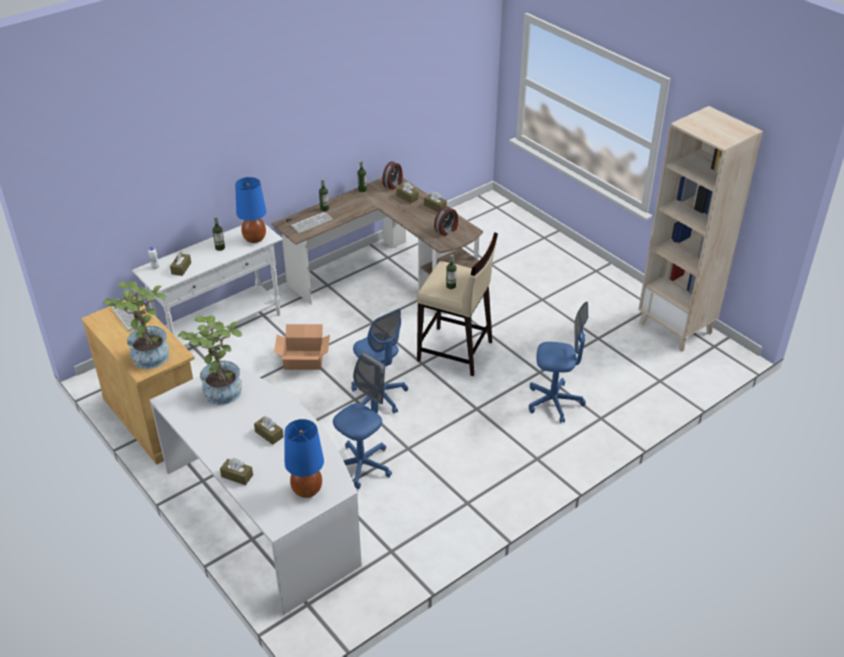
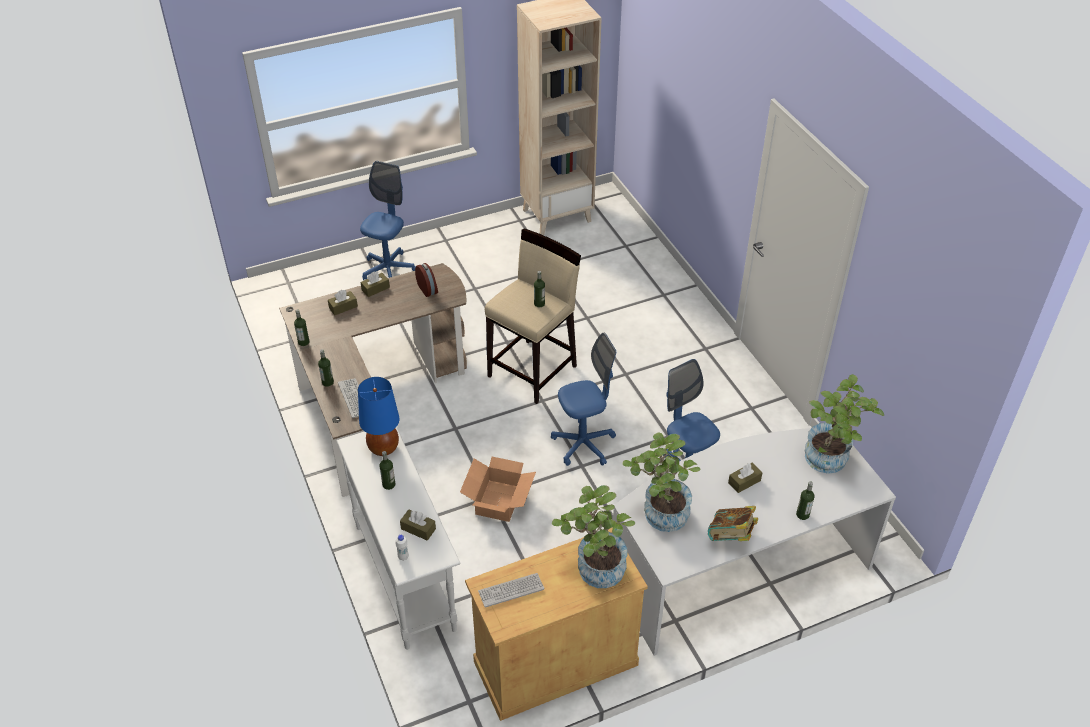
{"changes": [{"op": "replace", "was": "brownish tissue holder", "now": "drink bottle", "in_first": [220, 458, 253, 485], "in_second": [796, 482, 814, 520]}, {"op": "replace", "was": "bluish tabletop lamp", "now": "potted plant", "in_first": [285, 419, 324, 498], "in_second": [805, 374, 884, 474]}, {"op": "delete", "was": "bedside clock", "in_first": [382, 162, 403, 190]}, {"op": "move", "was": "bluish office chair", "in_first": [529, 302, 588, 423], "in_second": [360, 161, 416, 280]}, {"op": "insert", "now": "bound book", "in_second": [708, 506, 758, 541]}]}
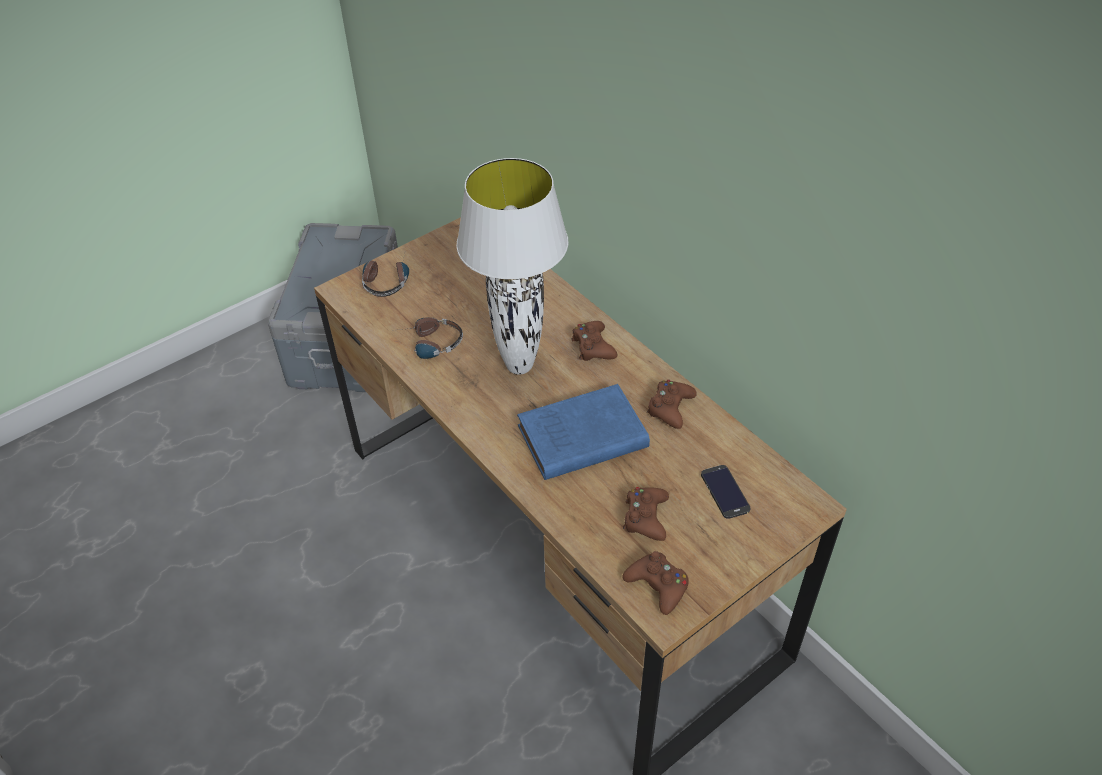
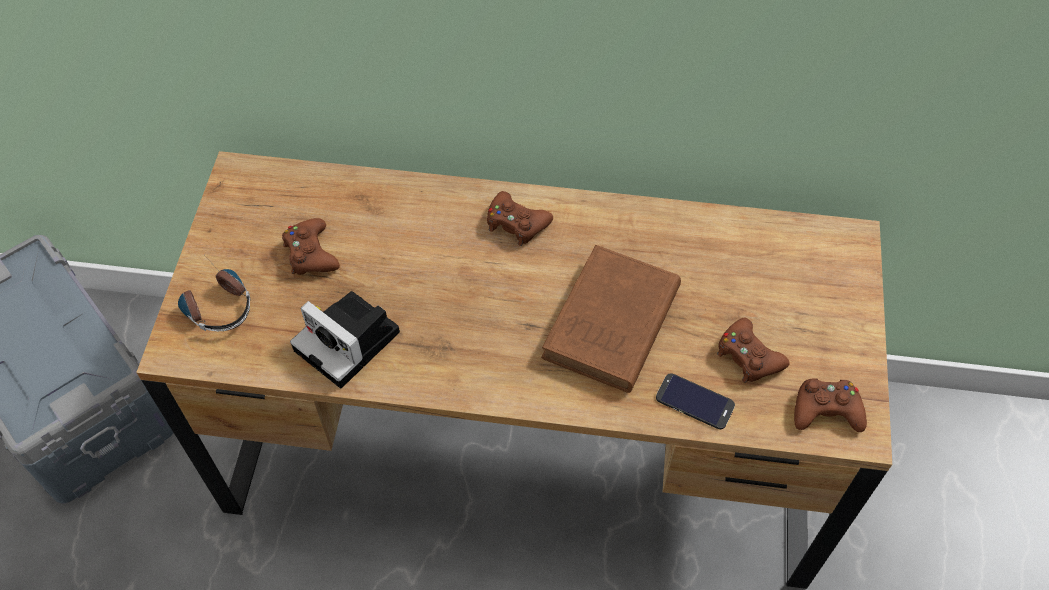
{"changes": [{"op": "replace", "was": "headset", "now": "photo camera", "in_first": [392, 317, 463, 359], "in_second": [290, 291, 400, 388]}, {"op": "delete", "was": "white-coloured tabletop lamp", "in_first": [456, 158, 568, 375]}, {"op": "recolor", "was": "bluish bound book", "now": "brownish bound book", "in_first": [517, 384, 650, 480], "in_second": [541, 245, 681, 393]}, {"op": "move", "was": "brownish joypad", "in_first": [647, 380, 697, 429], "in_second": [282, 218, 340, 275]}, {"op": "move", "was": "telephone", "in_first": [701, 465, 750, 519], "in_second": [656, 373, 735, 429]}]}
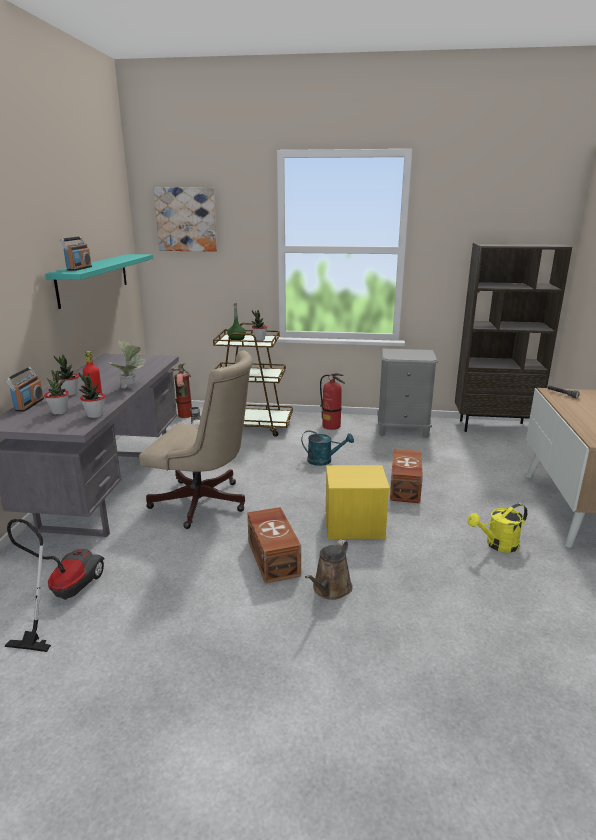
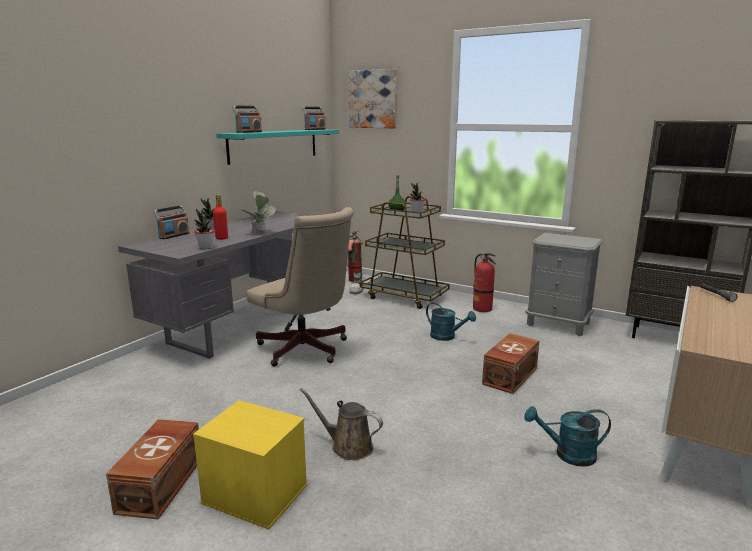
{"changes": [{"op": "delete", "was": "hoover", "in_first": [4, 519, 105, 652]}, {"op": "delete", "was": "potted plant", "in_first": [44, 370, 69, 415]}, {"op": "move", "was": "brownish storage bin", "in_first": [247, 507, 301, 584], "in_second": [106, 419, 199, 519]}, {"op": "rotate", "was": "brownish sprinkling can", "in_first": [305, 539, 353, 600], "in_second": [299, 388, 383, 460], "clockwise": 60}, {"op": "move", "was": "yellowish storage bin", "in_first": [325, 465, 390, 539], "in_second": [193, 400, 308, 530]}, {"op": "recolor", "was": "yellowish sprinkling can", "now": "blue-green sprinkling can", "in_first": [467, 504, 528, 553], "in_second": [524, 406, 611, 467]}, {"op": "insert", "now": "radio", "in_second": [302, 107, 326, 130]}]}
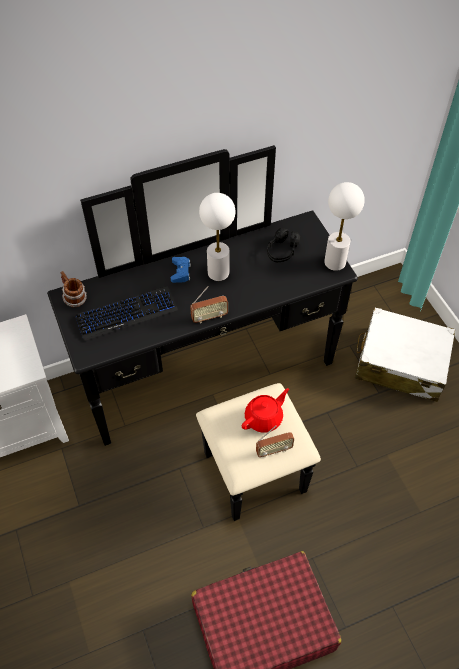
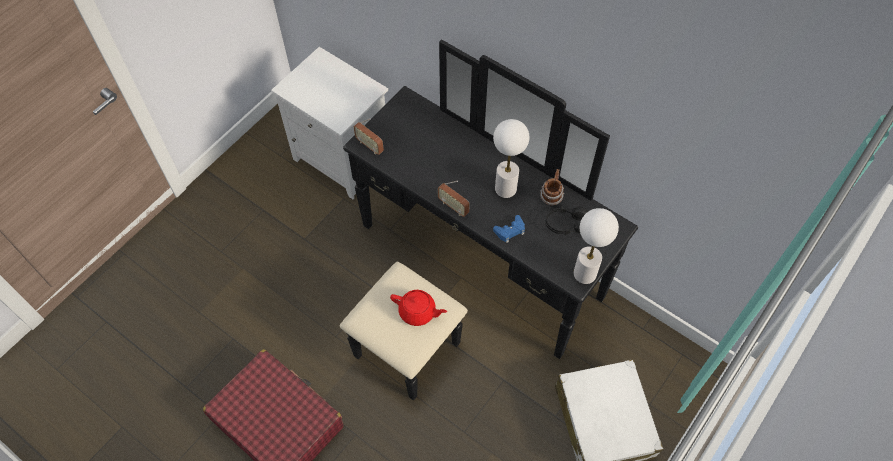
{"changes": [{"op": "move", "was": "tea mug", "in_first": [61, 271, 87, 307], "in_second": [540, 169, 564, 206]}, {"op": "delete", "was": "computer keyboard", "in_first": [75, 286, 178, 341]}, {"op": "move", "was": "bluish joypad", "in_first": [171, 257, 191, 283], "in_second": [493, 215, 525, 243]}, {"op": "move", "was": "radio", "in_first": [256, 426, 294, 458], "in_second": [354, 119, 384, 155]}]}
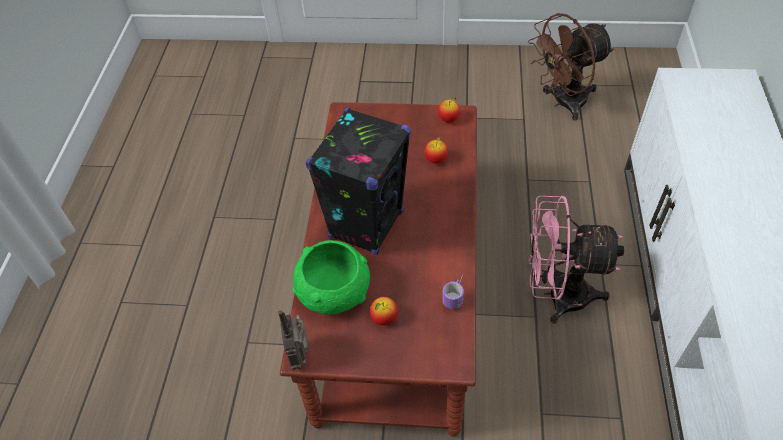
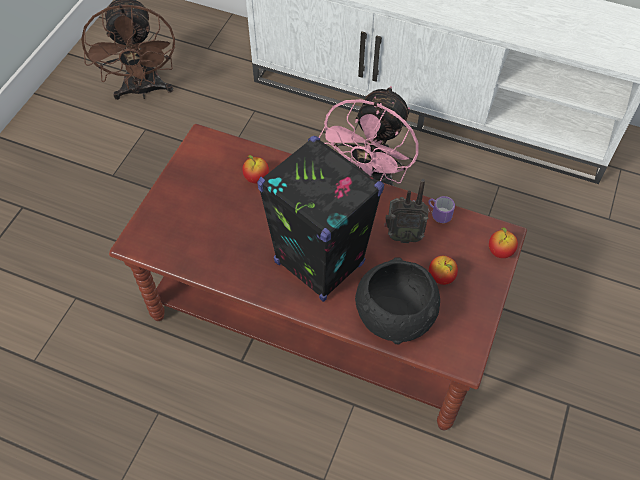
{"changes": [{"op": "move", "was": "radio", "in_first": [278, 310, 309, 370], "in_second": [384, 179, 428, 243]}, {"op": "recolor", "was": "green serving bowl", "now": "black-coloured serving bowl", "in_first": [293, 240, 370, 315], "in_second": [355, 258, 440, 344]}, {"op": "move", "was": "whole apple", "in_first": [438, 97, 460, 123], "in_second": [489, 227, 518, 258]}]}
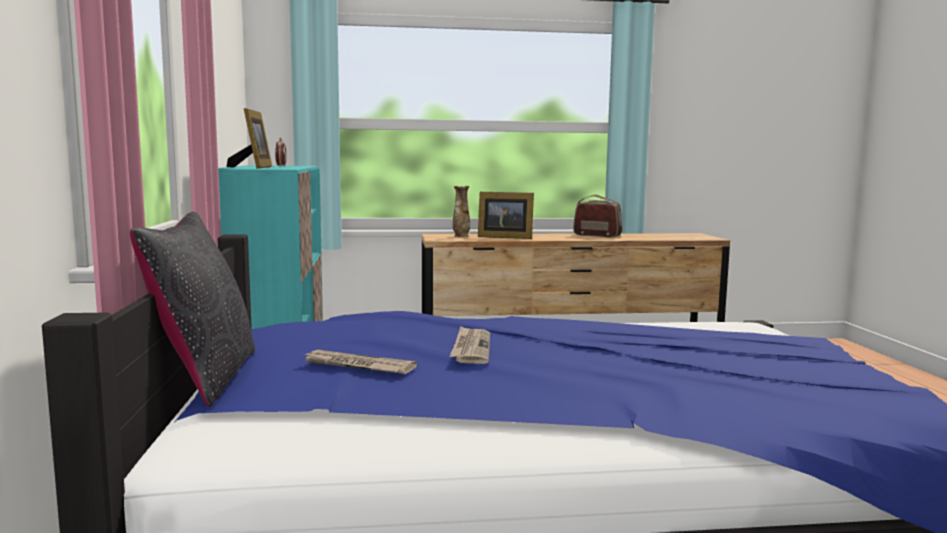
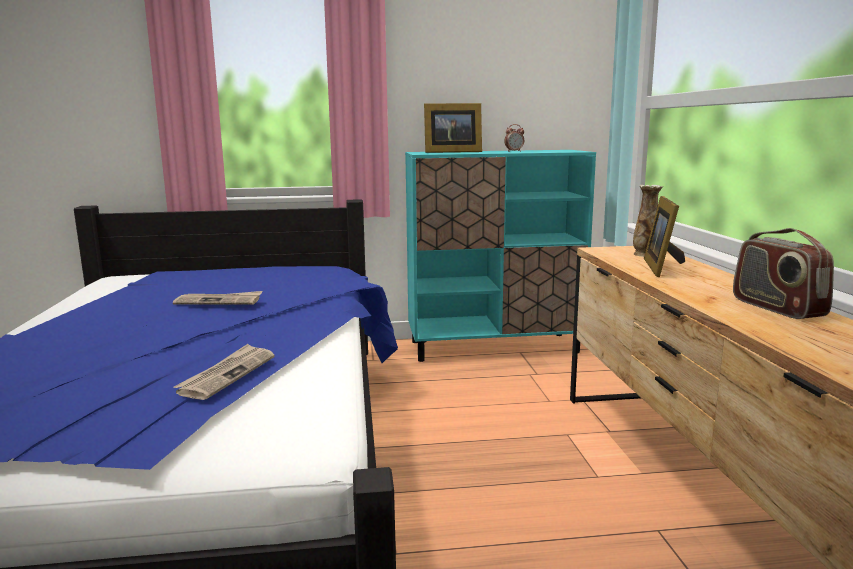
{"changes": [{"op": "delete", "was": "black-coloured pillow", "in_first": [130, 212, 255, 407]}, {"op": "move", "was": "newspaper", "in_first": [301, 350, 417, 374], "in_second": [174, 344, 274, 400]}, {"op": "rotate", "was": "radio", "in_first": [573, 194, 622, 237], "in_second": [733, 228, 834, 319], "clockwise": 135}]}
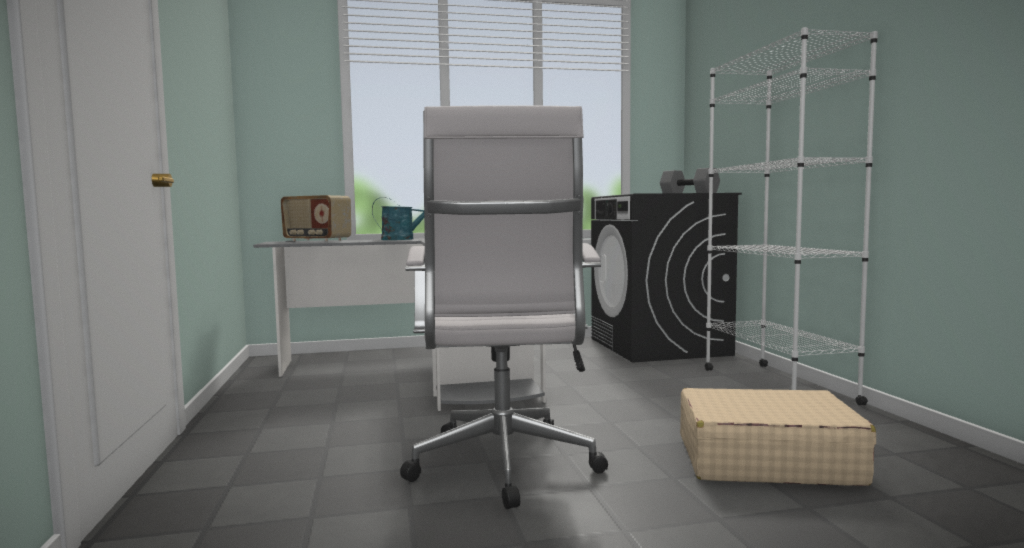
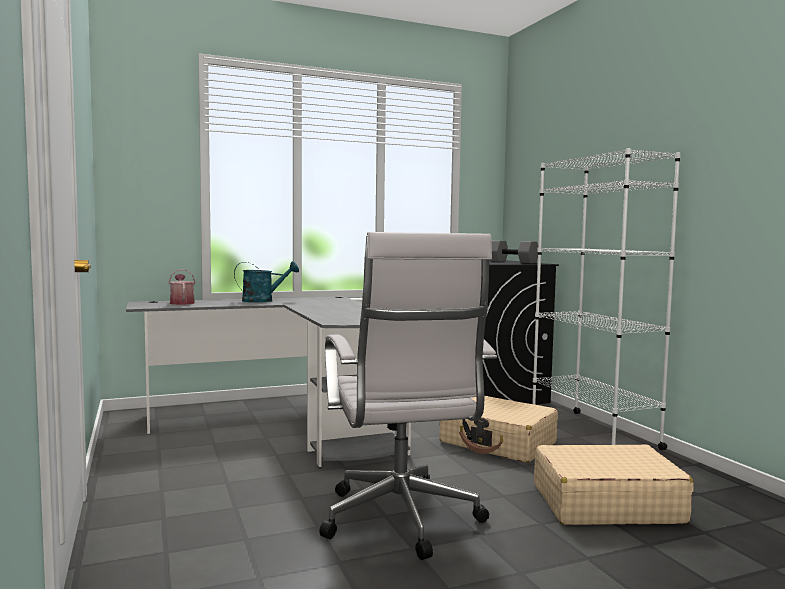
{"changes": [{"op": "replace", "was": "radio", "now": "sprinkling can", "in_first": [281, 195, 351, 242], "in_second": [168, 270, 196, 305]}, {"op": "insert", "now": "beige suitcase", "in_second": [439, 396, 558, 463]}]}
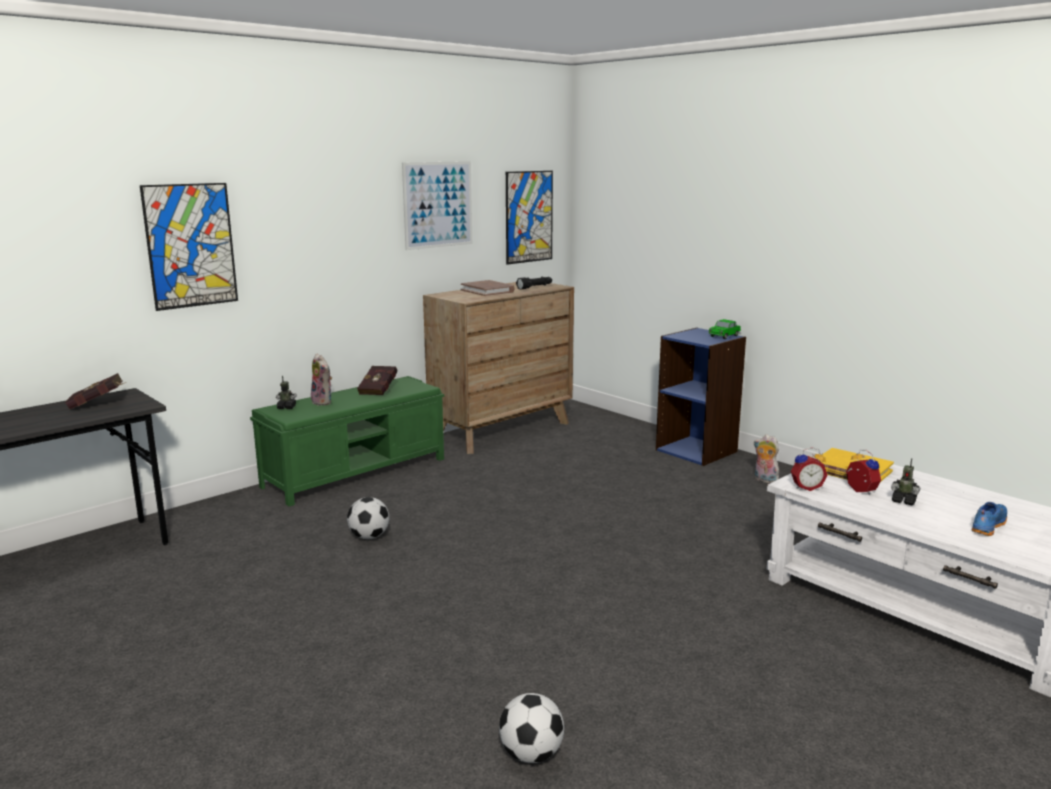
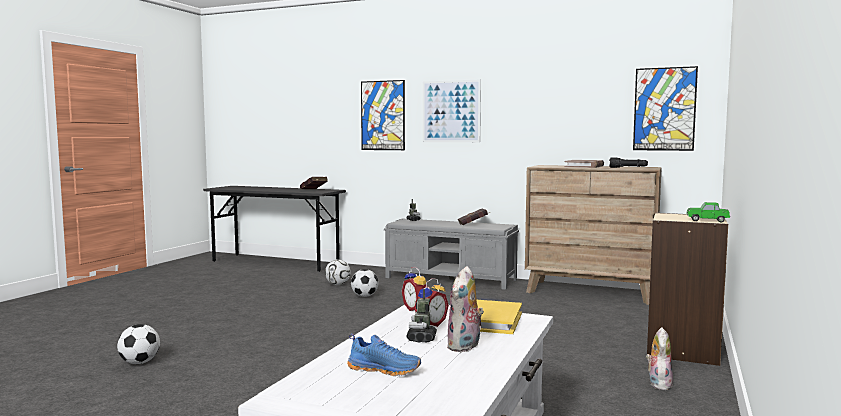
{"changes": [{"op": "recolor", "was": "green bench", "now": "greyish bench", "in_first": [250, 376, 444, 506], "in_second": [384, 218, 519, 290]}, {"op": "move", "was": "cuddly toy", "in_first": [311, 354, 332, 406], "in_second": [447, 266, 486, 352]}, {"op": "move", "was": "wall picture", "in_first": [402, 161, 472, 250], "in_second": [423, 79, 481, 142]}, {"op": "recolor", "was": "bluish bookshelf", "now": "beige bookshelf", "in_first": [656, 328, 746, 466], "in_second": [647, 213, 728, 366]}, {"op": "insert", "now": "football ball", "in_second": [325, 260, 351, 285]}]}
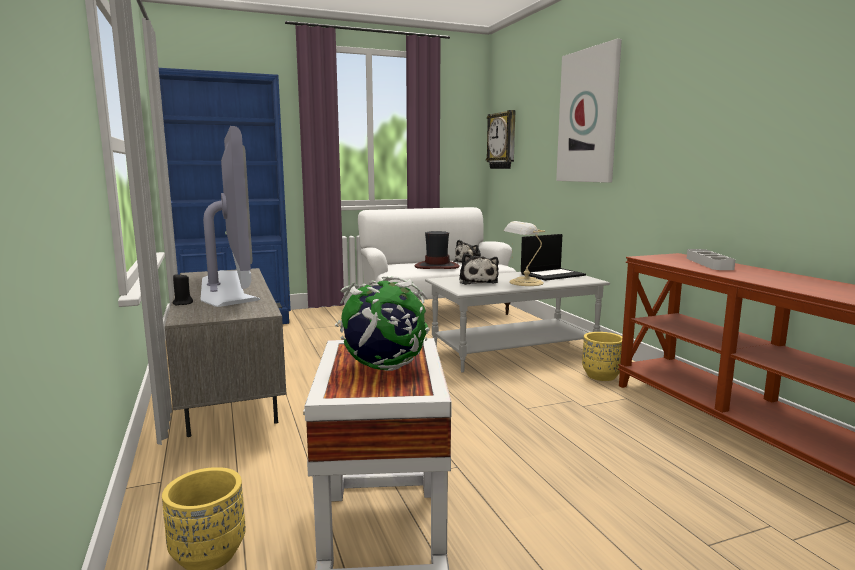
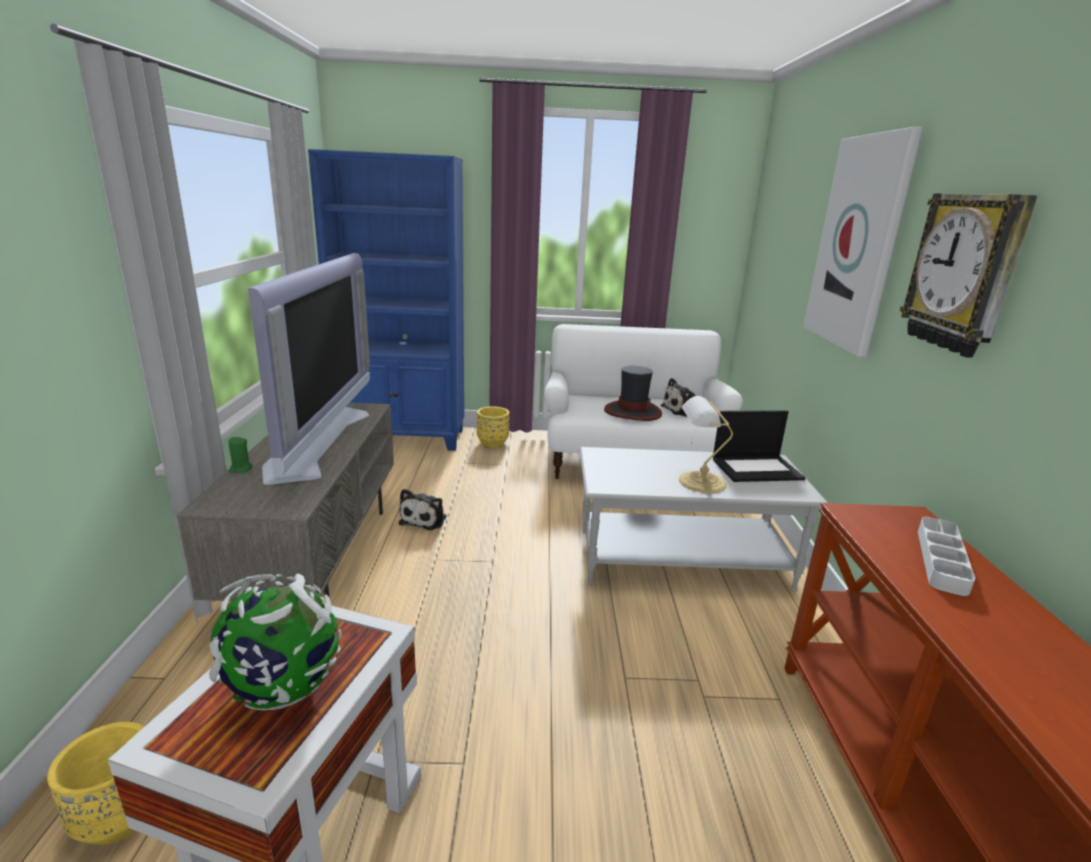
{"changes": [{"op": "recolor", "was": "black-coloured wax candle", "now": "green wax candle", "in_first": [173, 273, 193, 306], "in_second": [228, 437, 253, 473]}, {"op": "move", "was": "cuddly toy", "in_first": [459, 253, 499, 285], "in_second": [399, 489, 447, 530]}, {"op": "move", "was": "hanging clock", "in_first": [486, 110, 515, 169], "in_second": [900, 193, 1037, 357]}, {"op": "move", "was": "yellowish flower pot", "in_first": [582, 332, 622, 381], "in_second": [477, 406, 509, 447]}]}
